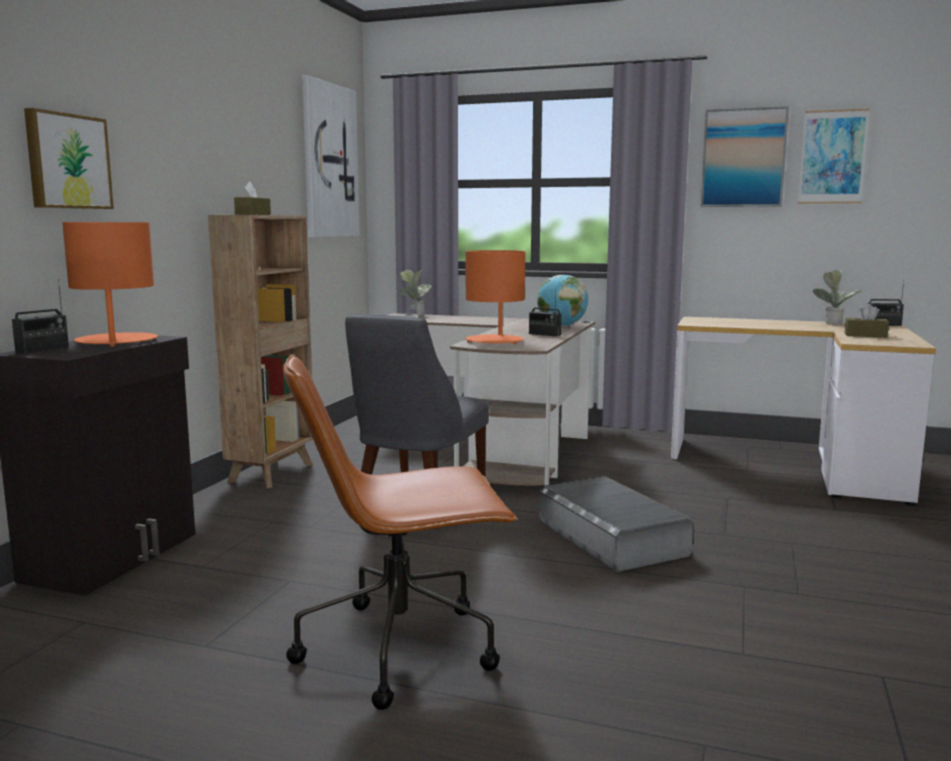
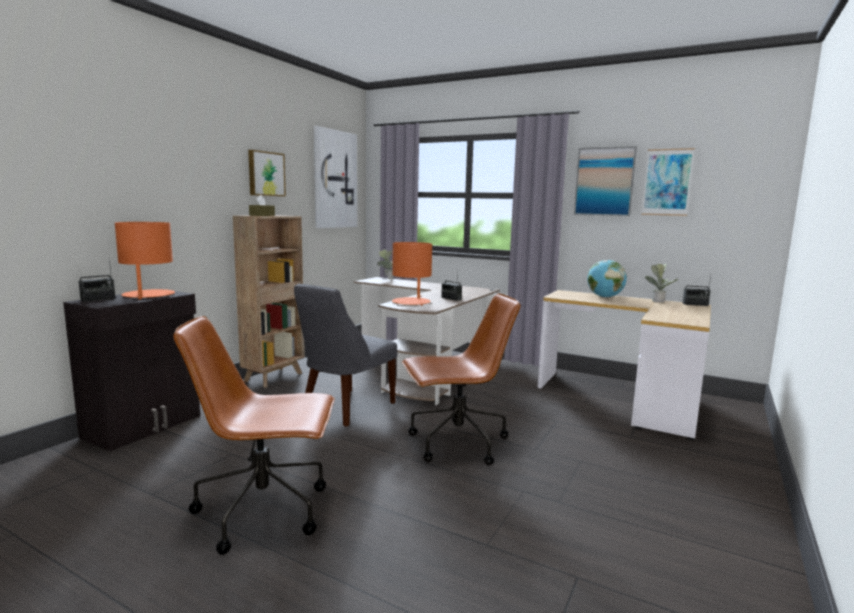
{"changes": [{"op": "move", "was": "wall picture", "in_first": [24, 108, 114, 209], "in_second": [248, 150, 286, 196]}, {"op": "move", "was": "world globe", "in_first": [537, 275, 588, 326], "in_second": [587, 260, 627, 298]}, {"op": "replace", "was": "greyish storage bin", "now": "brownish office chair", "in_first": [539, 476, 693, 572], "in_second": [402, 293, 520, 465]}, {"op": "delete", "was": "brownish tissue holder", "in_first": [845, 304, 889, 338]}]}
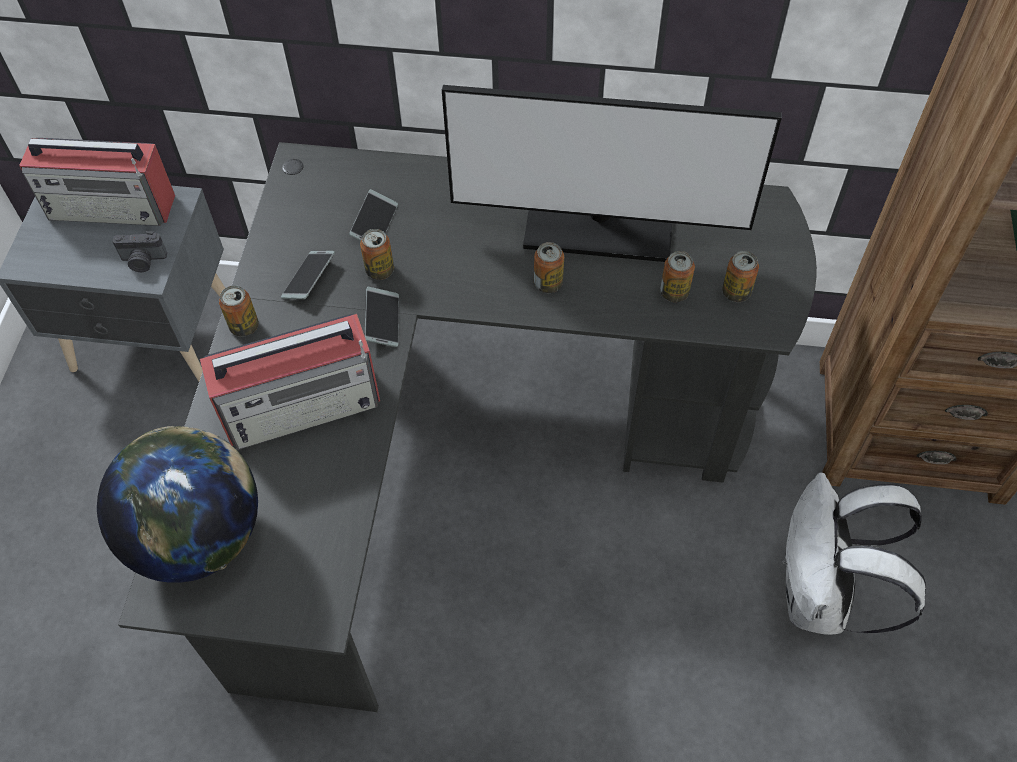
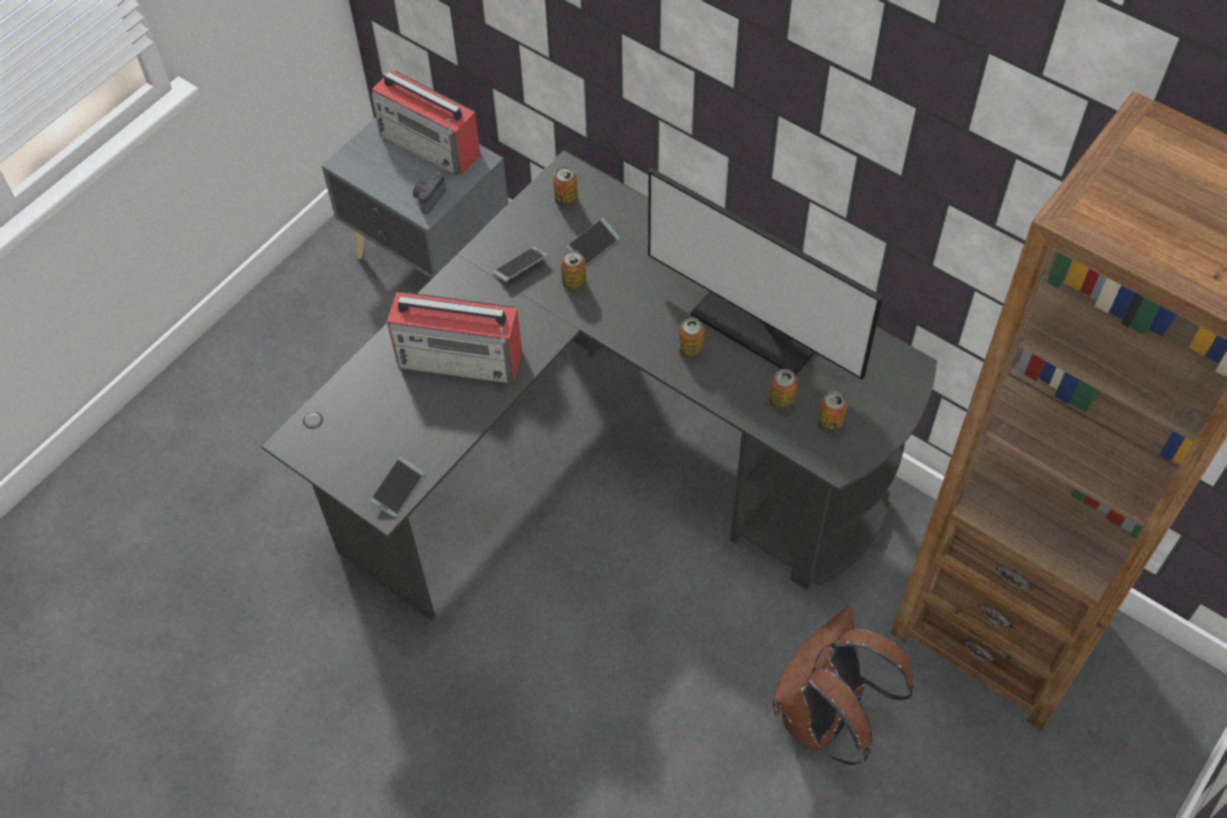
{"changes": [{"op": "delete", "was": "world globe", "in_first": [97, 426, 258, 583]}, {"op": "rotate", "was": "photo camera", "in_first": [113, 231, 167, 272], "in_second": [413, 171, 446, 214], "clockwise": 90}, {"op": "move", "was": "can", "in_first": [219, 285, 259, 337], "in_second": [553, 167, 578, 208]}, {"op": "move", "was": "telephone", "in_first": [365, 287, 399, 347], "in_second": [370, 456, 424, 517]}, {"op": "recolor", "was": "white-coloured backpack", "now": "brownish backpack", "in_first": [782, 473, 926, 635], "in_second": [773, 605, 914, 765]}]}
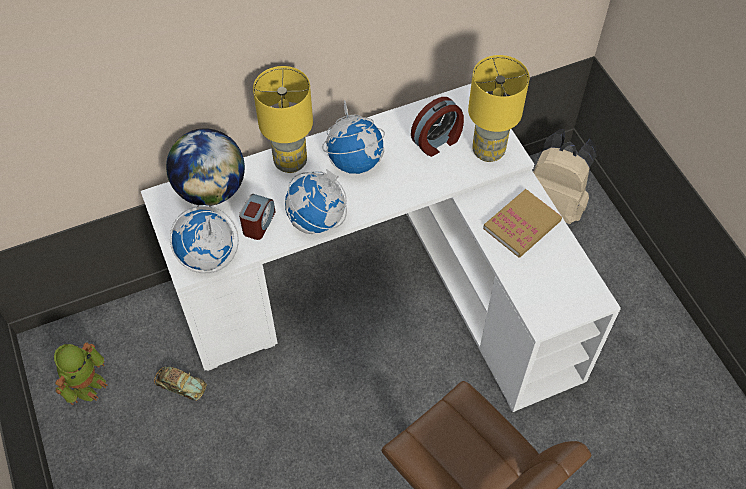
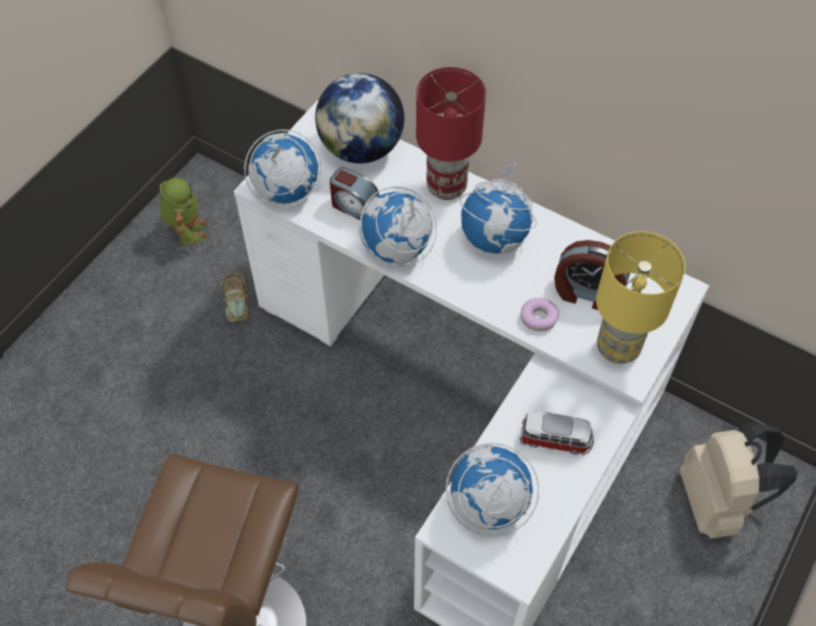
{"changes": [{"op": "rotate", "was": "toy robot", "in_first": [54, 342, 107, 405], "in_second": [160, 178, 208, 247], "clockwise": -90}, {"op": "rotate", "was": "bedside clock", "in_first": [239, 194, 275, 240], "in_second": [330, 167, 379, 220], "clockwise": 45}, {"op": "recolor", "was": "yellowish tabletop lamp", "now": "red tabletop lamp", "in_first": [253, 66, 313, 173], "in_second": [416, 67, 486, 200]}, {"op": "replace", "was": "bound book", "now": "toy car", "in_first": [483, 189, 562, 258], "in_second": [519, 411, 594, 455]}, {"op": "insert", "now": "world globe", "in_second": [446, 443, 539, 537]}, {"op": "insert", "now": "donut", "in_second": [521, 298, 559, 331]}]}
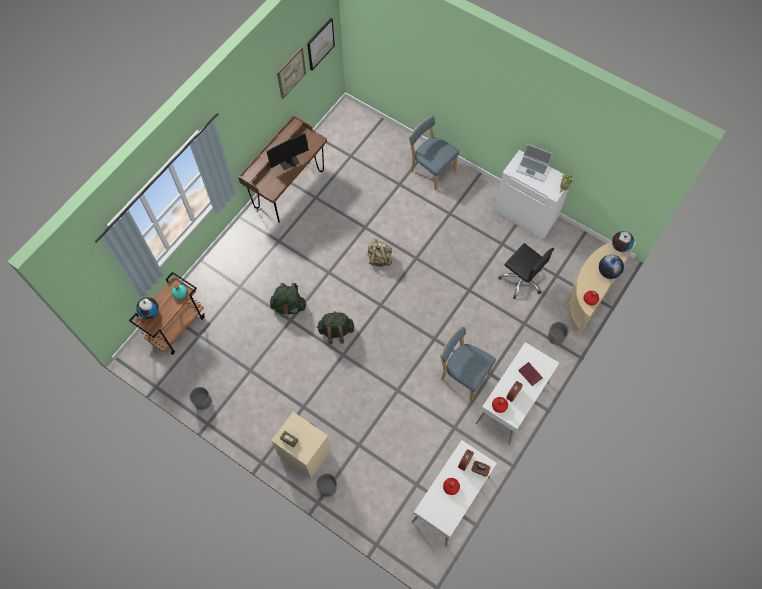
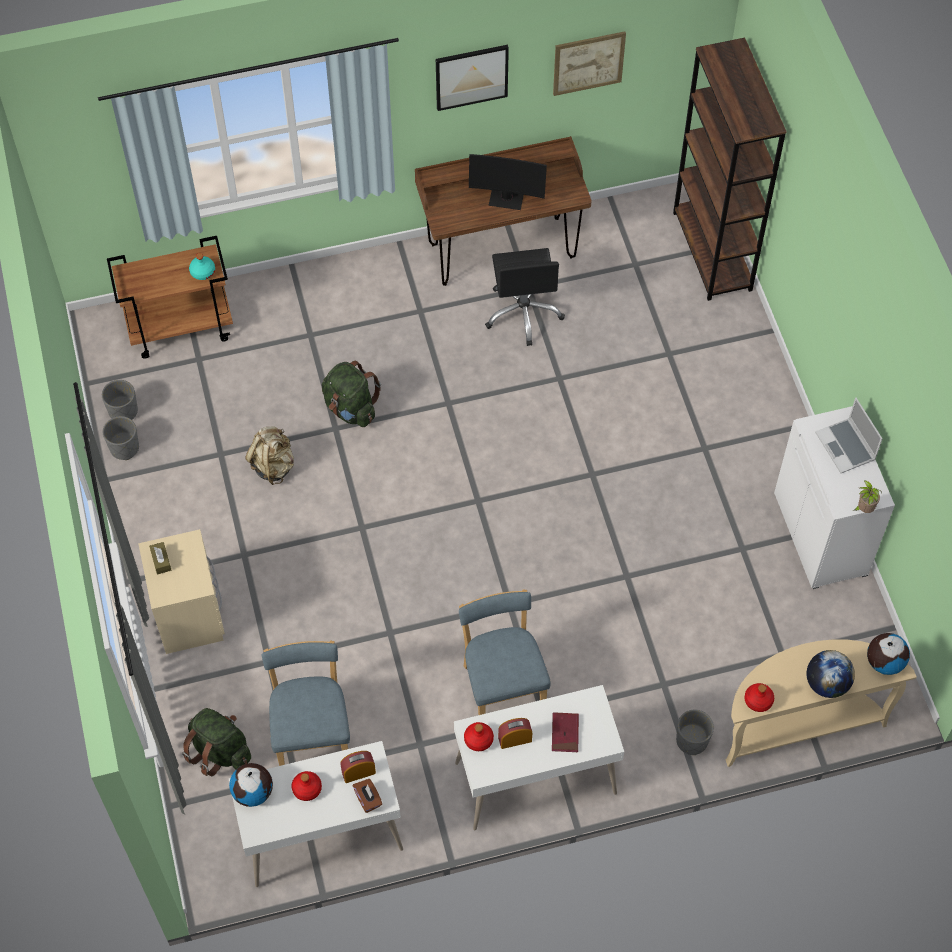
{"changes": [{"op": "move", "was": "world globe", "in_first": [136, 297, 159, 319], "in_second": [229, 763, 273, 807]}, {"op": "move", "was": "wall picture", "in_first": [307, 18, 335, 71], "in_second": [436, 45, 509, 111]}, {"op": "move", "was": "green backpack", "in_first": [317, 311, 354, 344], "in_second": [182, 708, 251, 776]}, {"op": "move", "was": "greyish flower pot", "in_first": [317, 474, 337, 497], "in_second": [102, 380, 138, 420]}, {"op": "move", "was": "beige backpack", "in_first": [367, 238, 392, 267], "in_second": [245, 426, 294, 485]}, {"op": "move", "was": "bluish upright chair", "in_first": [409, 116, 459, 191], "in_second": [262, 640, 350, 766]}, {"op": "move", "was": "black-coloured office chair", "in_first": [498, 243, 554, 299], "in_second": [485, 248, 565, 346]}, {"op": "insert", "now": "brownish bookshelf", "in_second": [673, 38, 787, 301]}]}
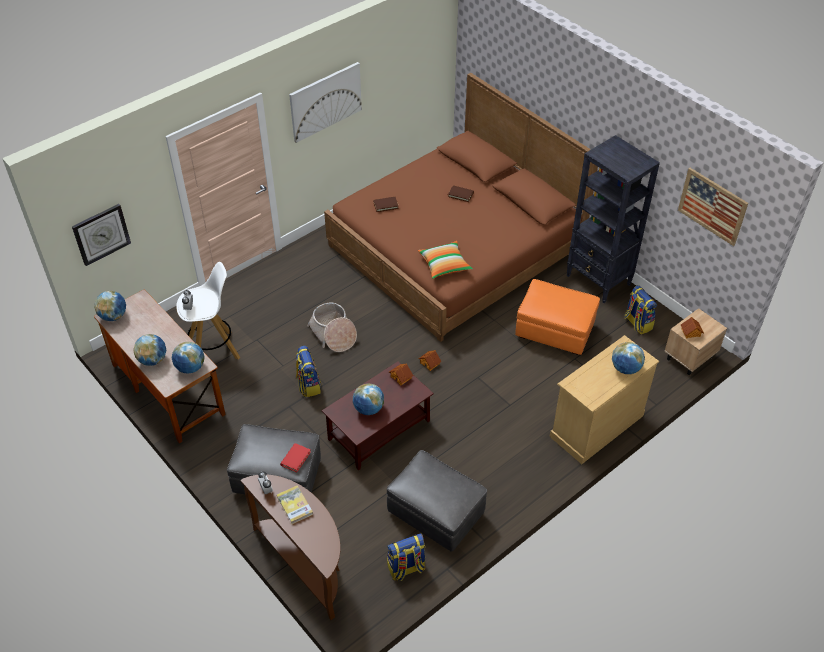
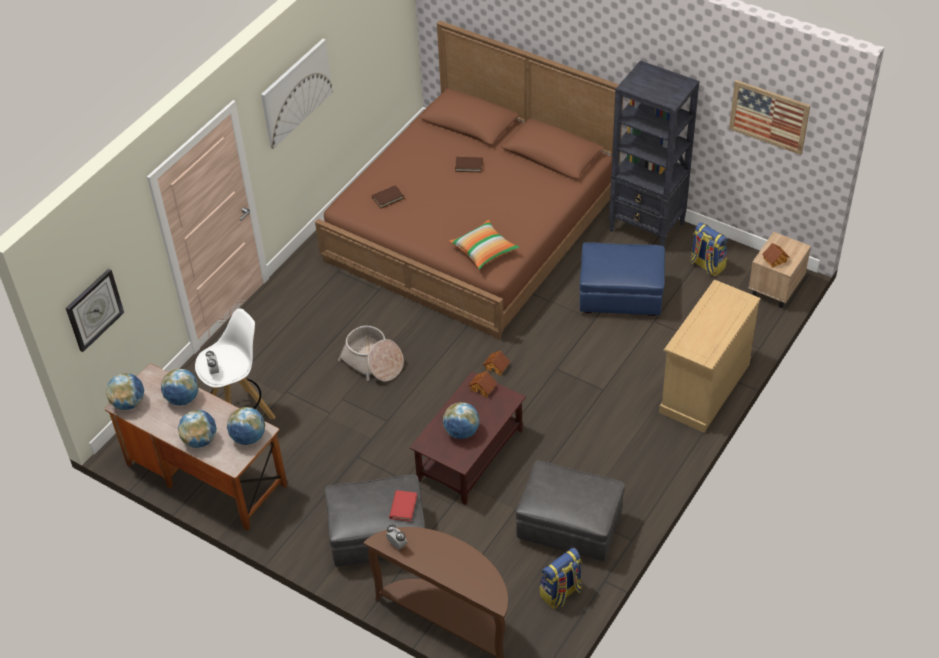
{"changes": [{"op": "delete", "was": "bound book", "in_first": [277, 485, 313, 524]}, {"op": "delete", "was": "backpack", "in_first": [296, 346, 321, 397]}, {"op": "recolor", "was": "orange pouffe", "now": "bluish pouffe", "in_first": [515, 279, 600, 355], "in_second": [579, 242, 665, 316]}, {"op": "move", "was": "world globe", "in_first": [612, 342, 645, 374], "in_second": [161, 369, 199, 405]}]}
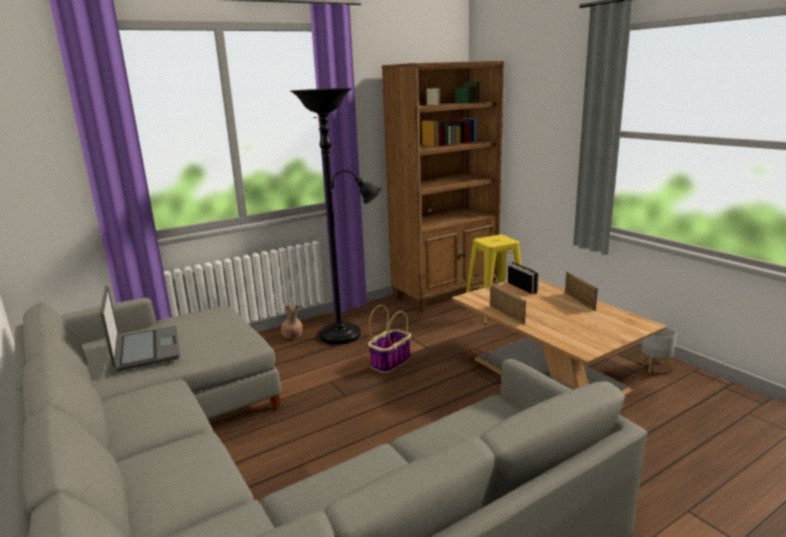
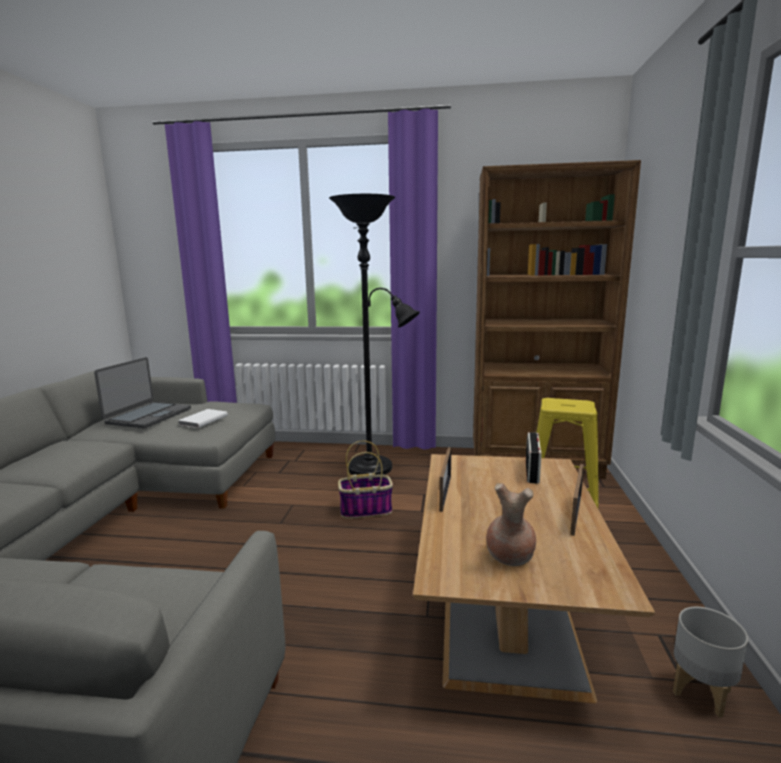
{"changes": [{"op": "move", "was": "brownish flower vase", "in_first": [281, 302, 303, 339], "in_second": [486, 483, 536, 566]}, {"op": "insert", "now": "white-coloured bound book", "in_second": [178, 409, 228, 428]}]}
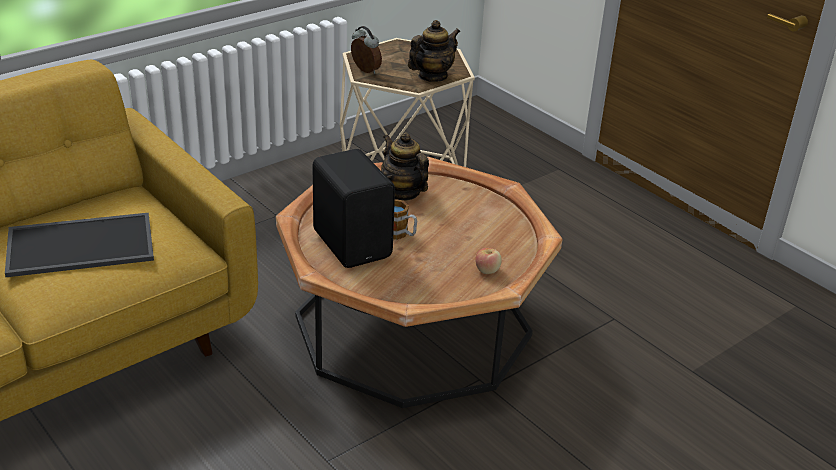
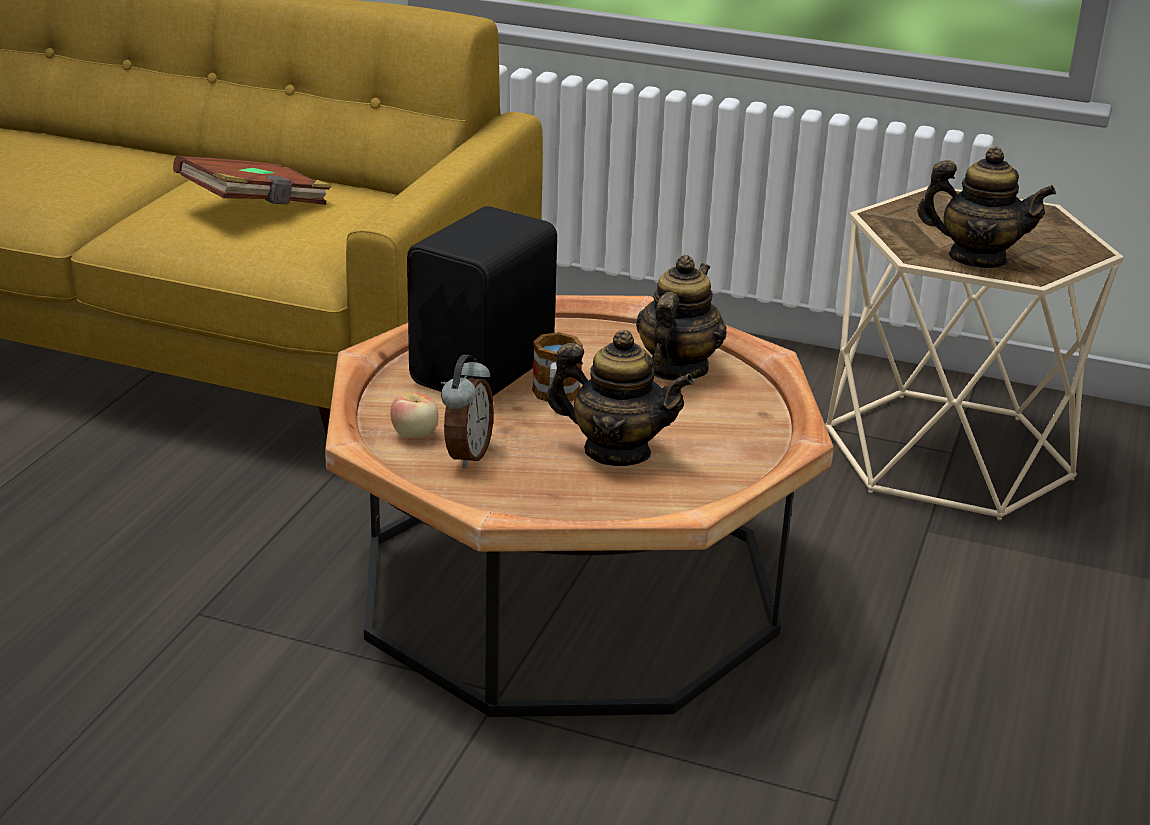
{"changes": [{"op": "replace", "was": "serving tray", "now": "brownish bound book", "in_first": [5, 212, 154, 277], "in_second": [173, 156, 332, 205]}, {"op": "move", "was": "bedside clock", "in_first": [351, 26, 382, 74], "in_second": [441, 355, 494, 469]}, {"op": "move", "was": "whole apple", "in_first": [475, 248, 502, 274], "in_second": [390, 393, 439, 438]}, {"op": "insert", "now": "pot for tea", "in_second": [546, 330, 694, 466]}]}
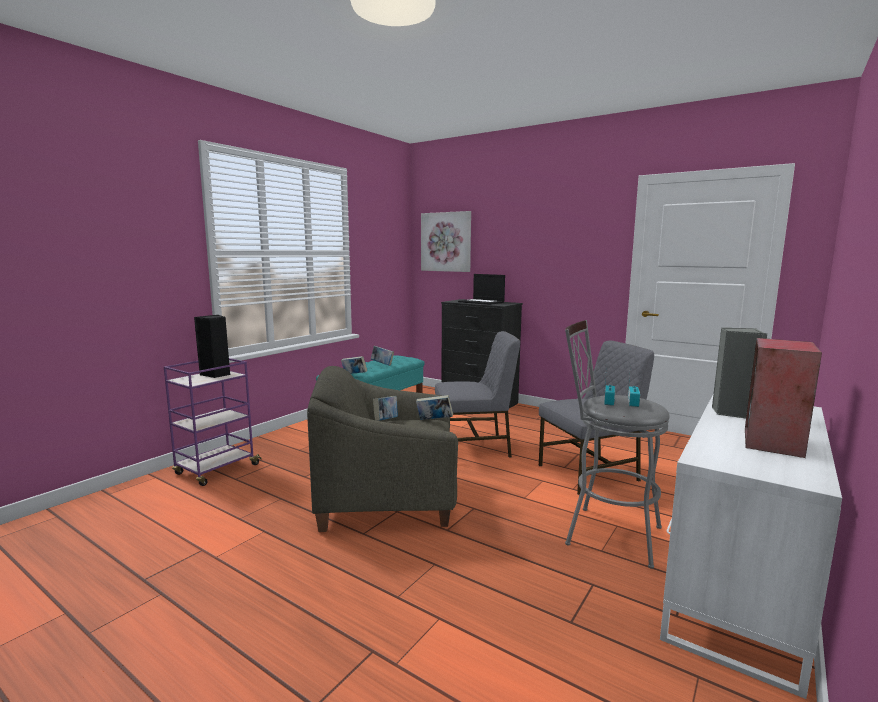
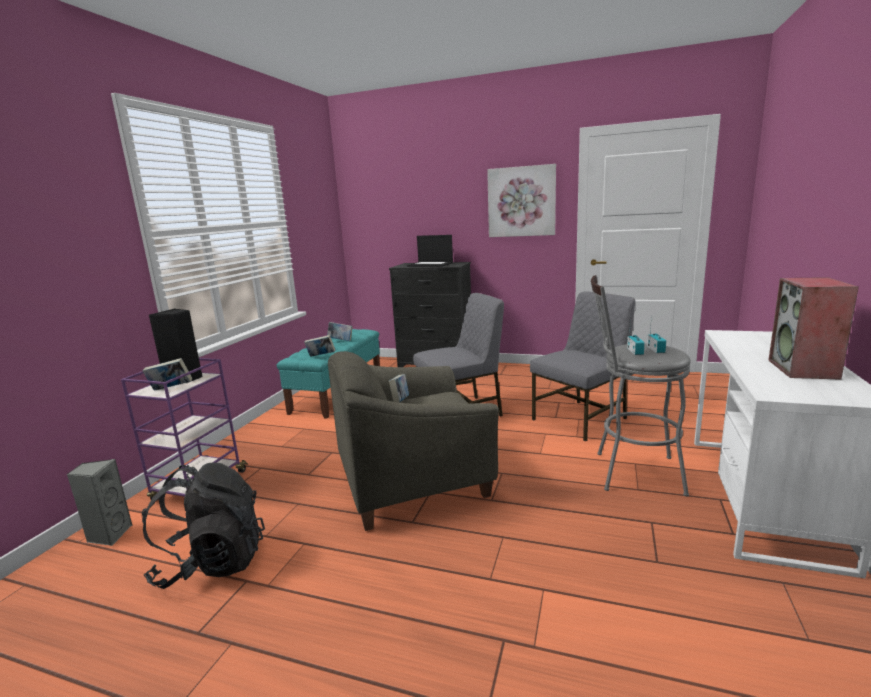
{"changes": [{"op": "move", "was": "bound book", "in_first": [416, 395, 453, 420], "in_second": [143, 358, 192, 391]}, {"op": "move", "was": "wall picture", "in_first": [421, 211, 471, 272], "in_second": [487, 164, 556, 237]}, {"op": "move", "was": "greyish speaker", "in_first": [712, 328, 767, 419], "in_second": [67, 459, 133, 546]}, {"op": "insert", "now": "black-coloured backpack", "in_second": [142, 462, 265, 589]}]}
